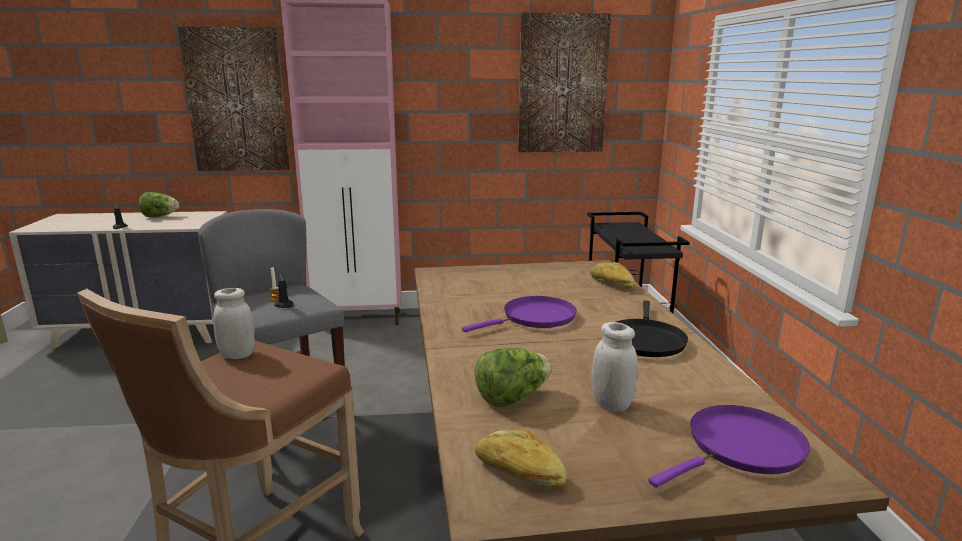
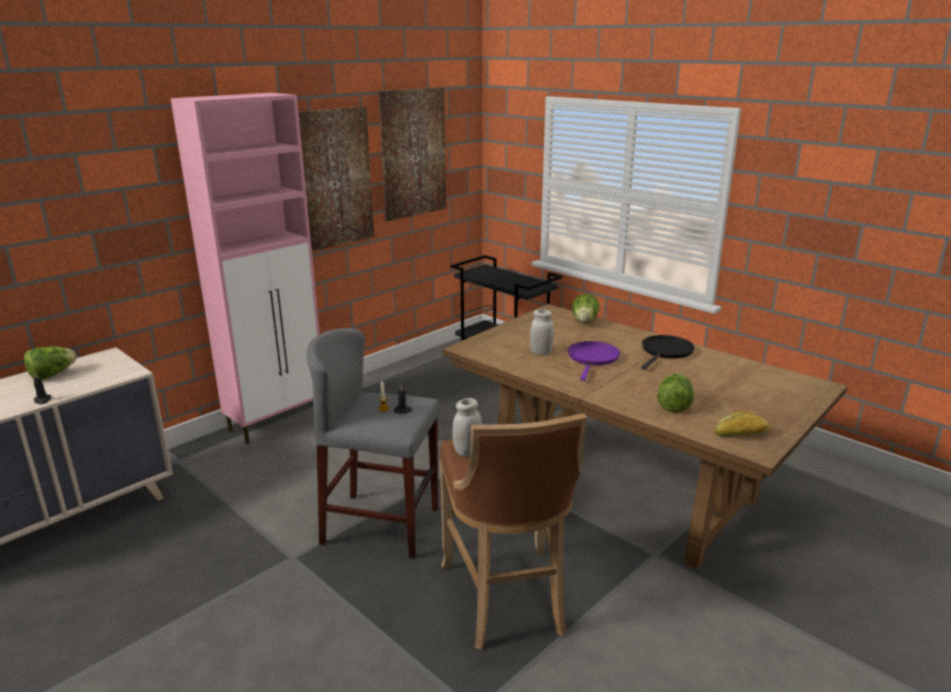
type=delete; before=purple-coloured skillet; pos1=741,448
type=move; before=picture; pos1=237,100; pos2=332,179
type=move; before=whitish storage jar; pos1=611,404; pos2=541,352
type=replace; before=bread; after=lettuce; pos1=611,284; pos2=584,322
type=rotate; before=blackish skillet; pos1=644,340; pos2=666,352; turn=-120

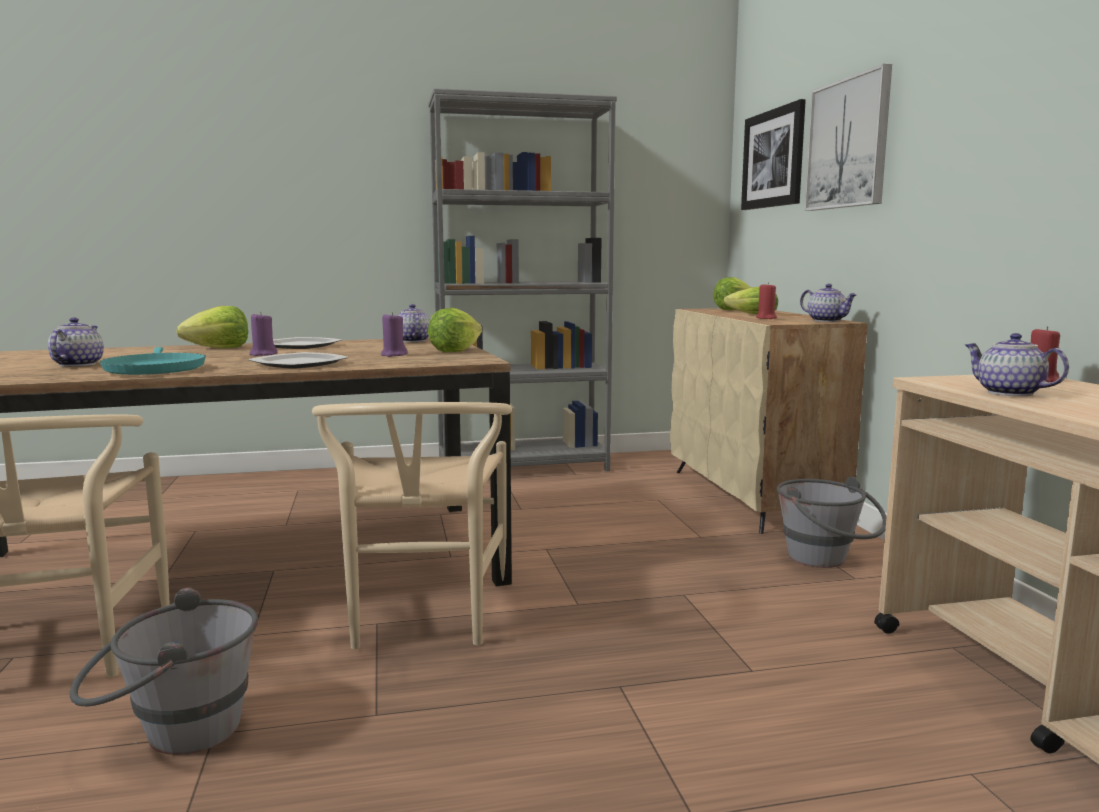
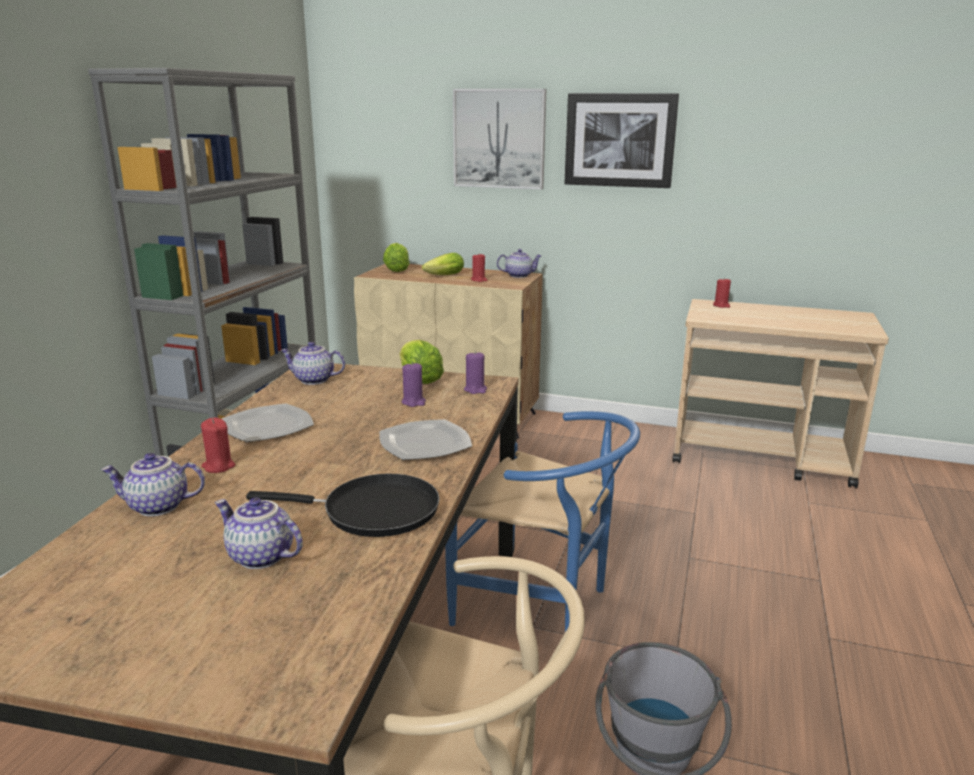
type=delete; before=greyish water bucket; pos1=826,561
type=move; before=purple-coloured wax light; pos1=263,354; pos2=475,389
type=move; before=picture; pos1=773,159; pos2=619,140
type=move; before=tea pot; pos1=1008,393; pos2=157,507
type=replace; before=lettuce; after=red-coloured wax light; pos1=219,348; pos2=218,466
type=recolor; before=turquoise skillet; after=blackish skillet; pos1=155,369; pos2=373,511
type=recolor; before=beige upright chair; after=blue upright chair; pos1=421,619; pos2=543,604

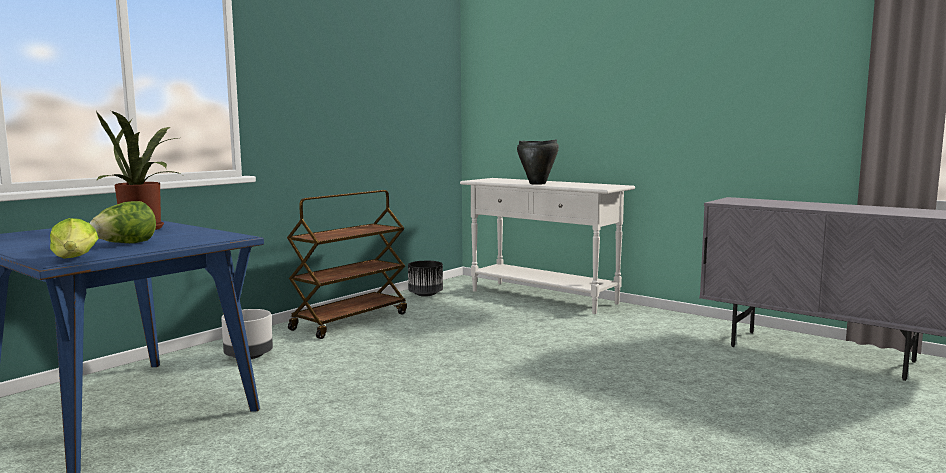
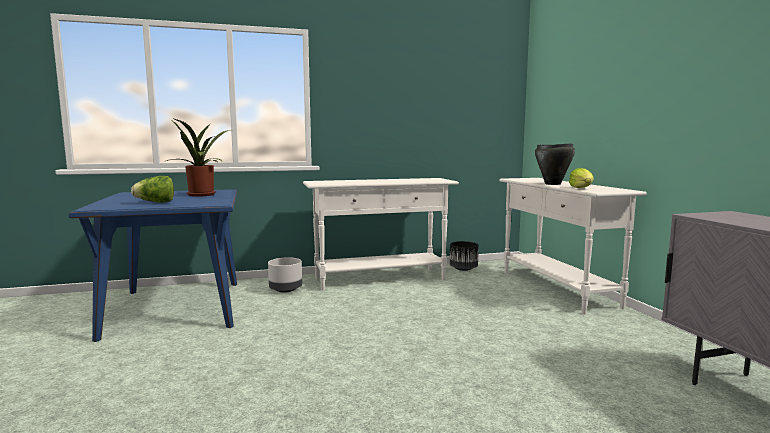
type=move; before=lettuce; pos1=76,259; pos2=582,188
type=replace; before=brown-coloured wheeled cart; after=whitish hall table; pos1=350,321; pos2=380,279

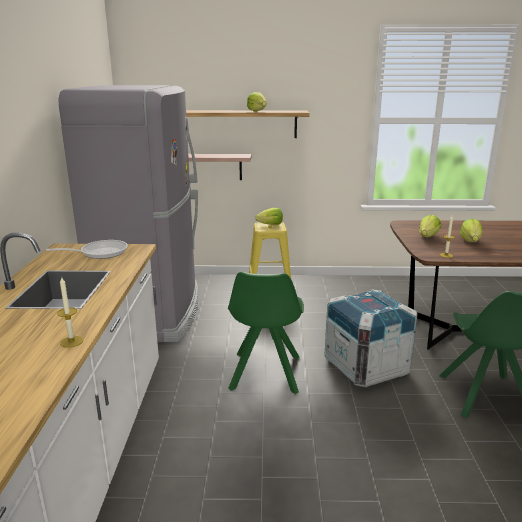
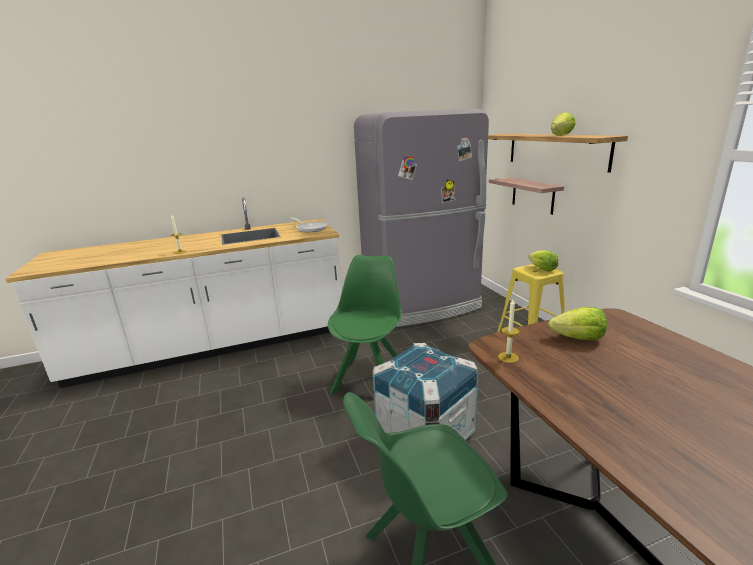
type=delete; before=lettuce; pos1=470,241
type=rotate; before=greenish upright chair; pos1=265,374; pos2=370,377; turn=120

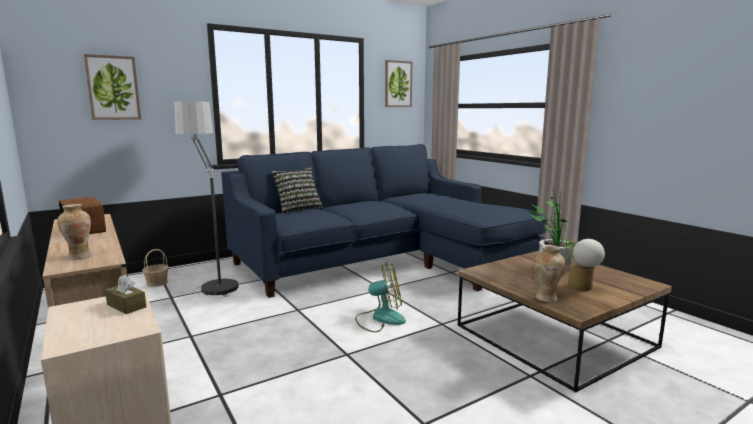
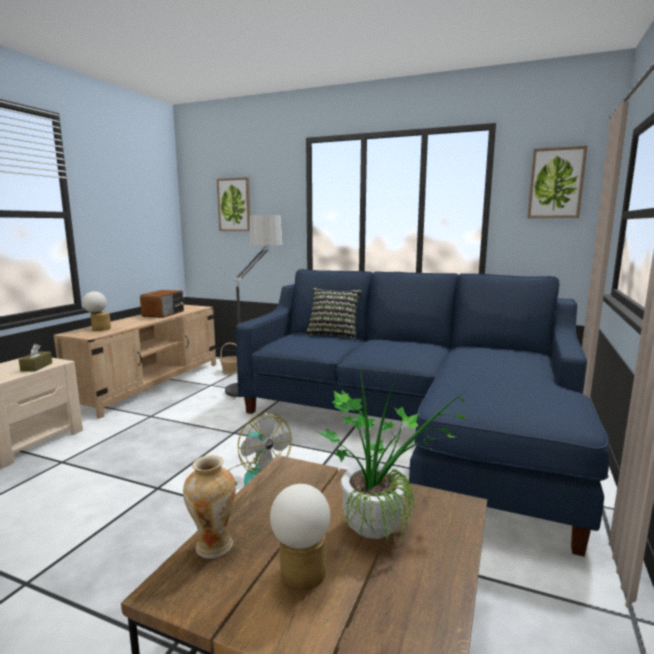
type=replace; before=vase; after=tabletop lamp; pos1=79,256; pos2=98,329

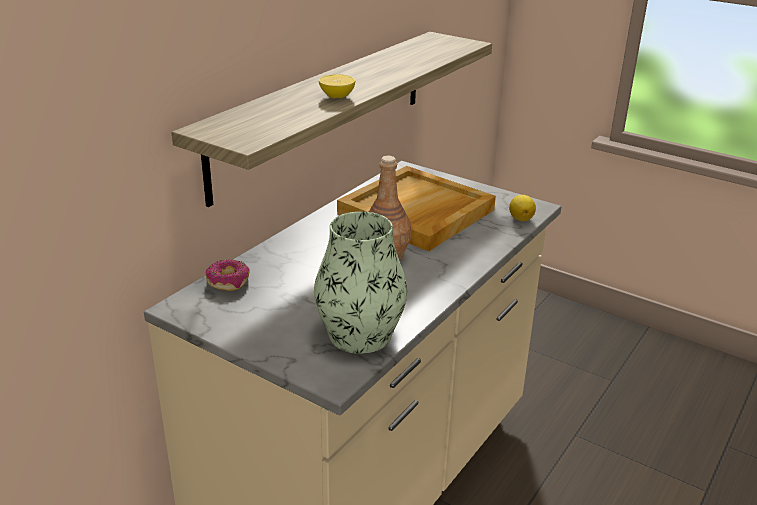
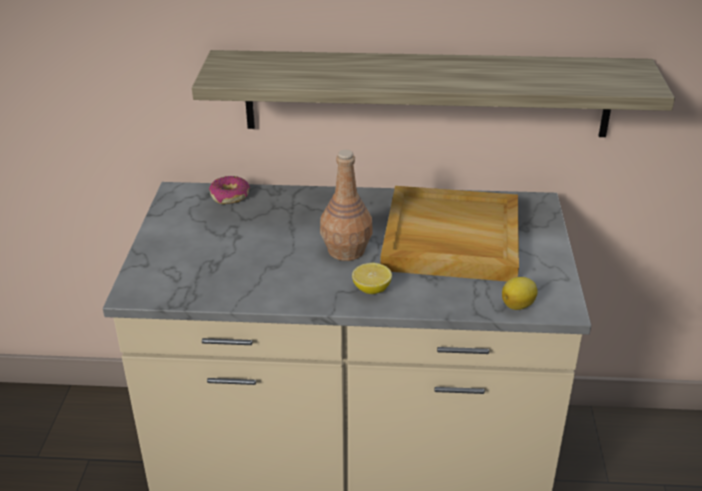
type=delete; before=vase; pos1=360,335
type=move; before=whole lemon; pos1=337,97; pos2=371,289

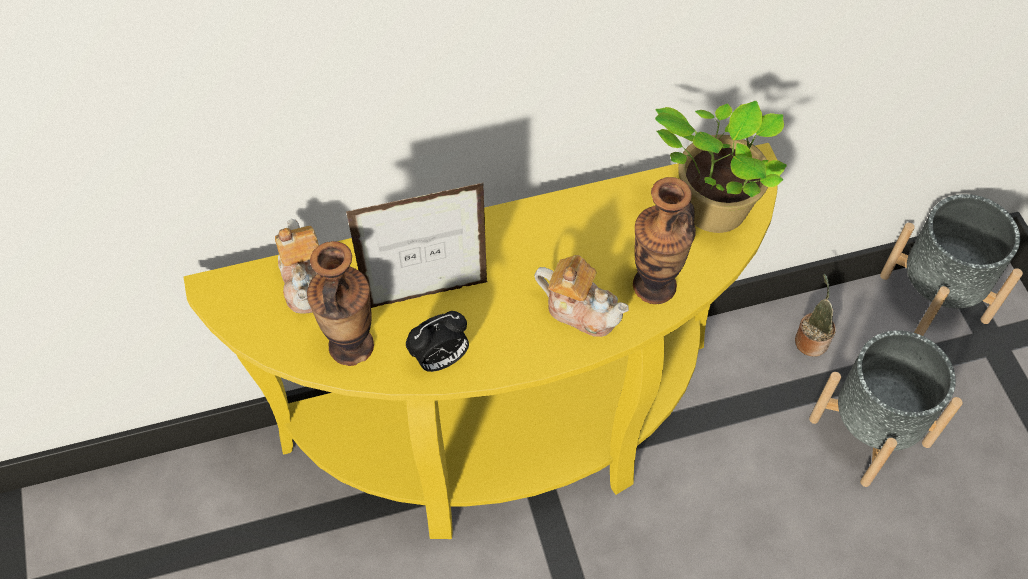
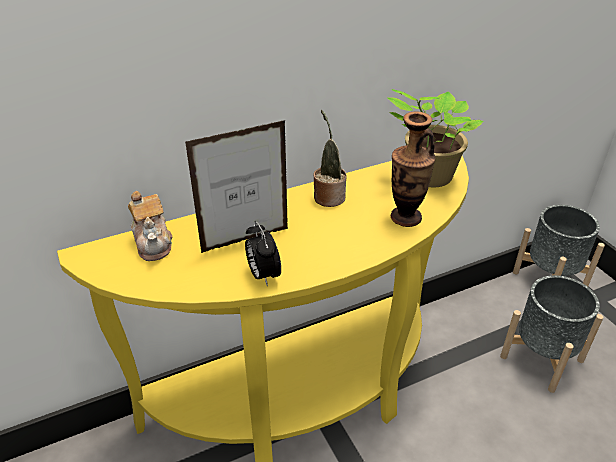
type=delete; before=vase; pos1=351,346
type=delete; before=tea pot; pos1=581,309
type=move; before=potted plant; pos1=810,339; pos2=328,196
type=rotate; before=table clock; pos1=440,359; pos2=263,275; turn=105

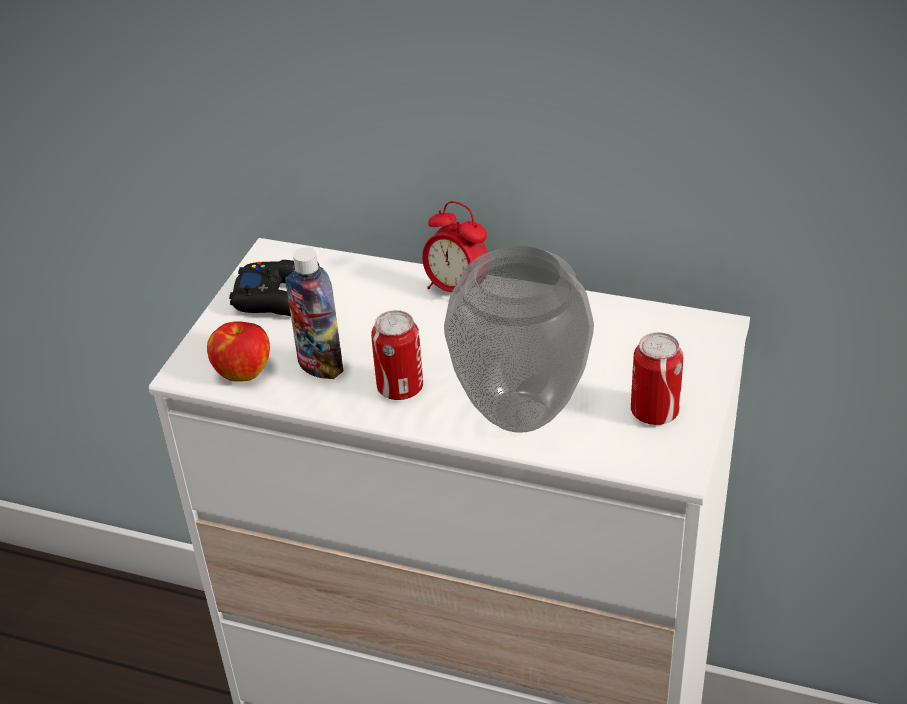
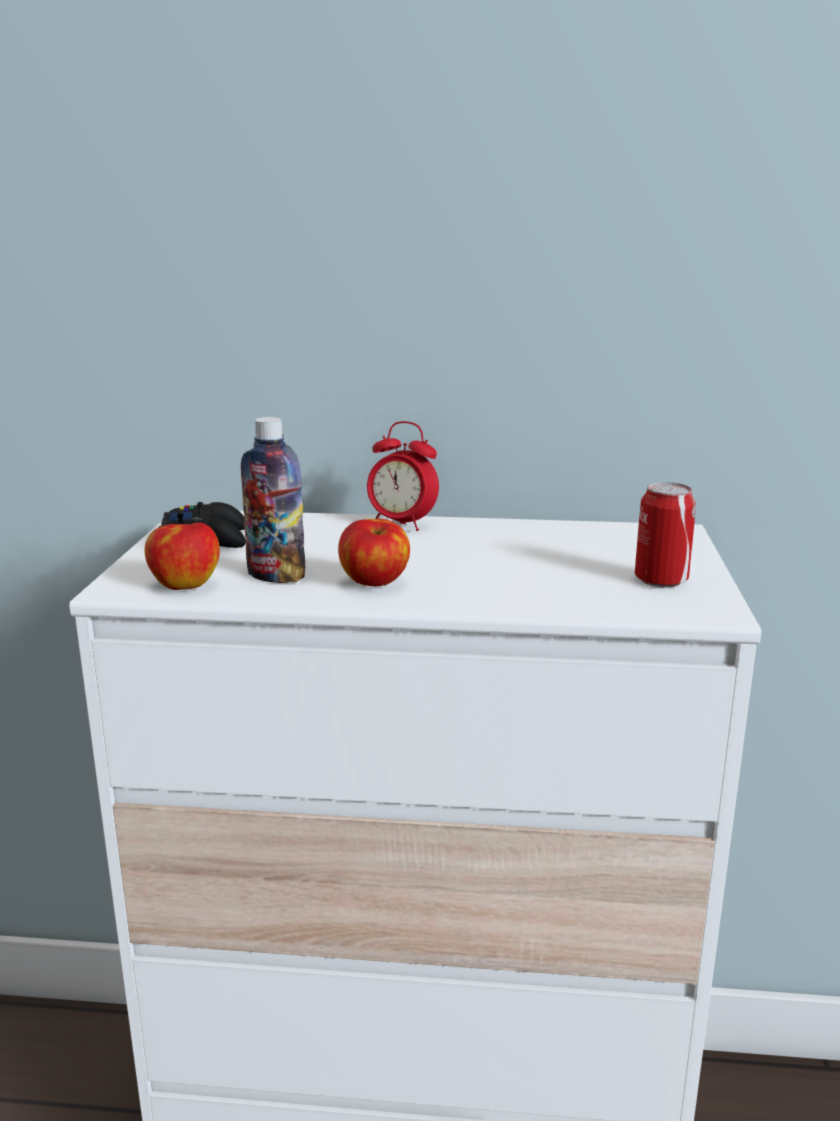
type=delete; before=vase; pos1=521,411
type=replace; before=can; after=apple; pos1=400,388; pos2=375,583

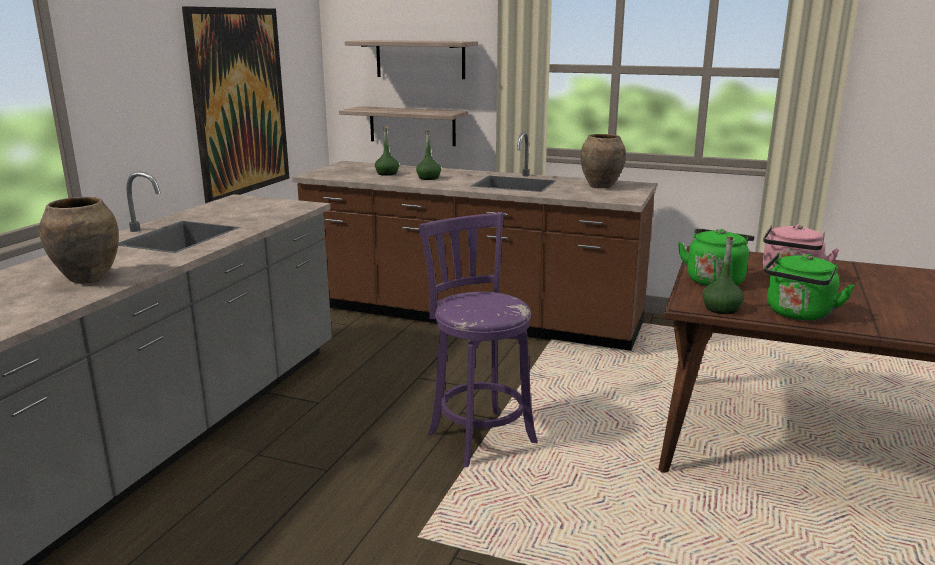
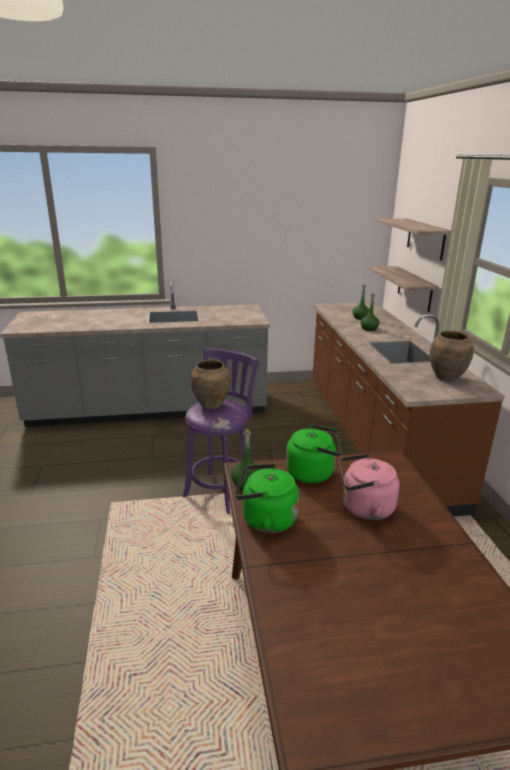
type=delete; before=picture; pos1=240,102
type=move; before=brown-coloured vase; pos1=89,278; pos2=211,405

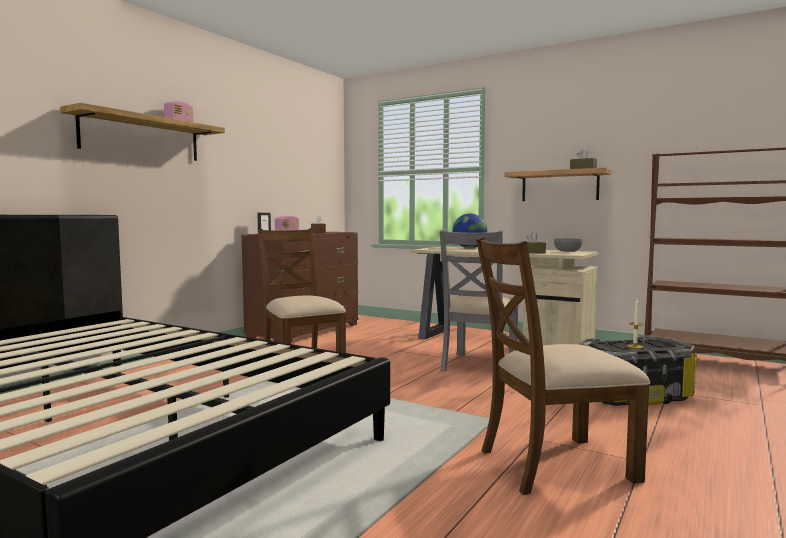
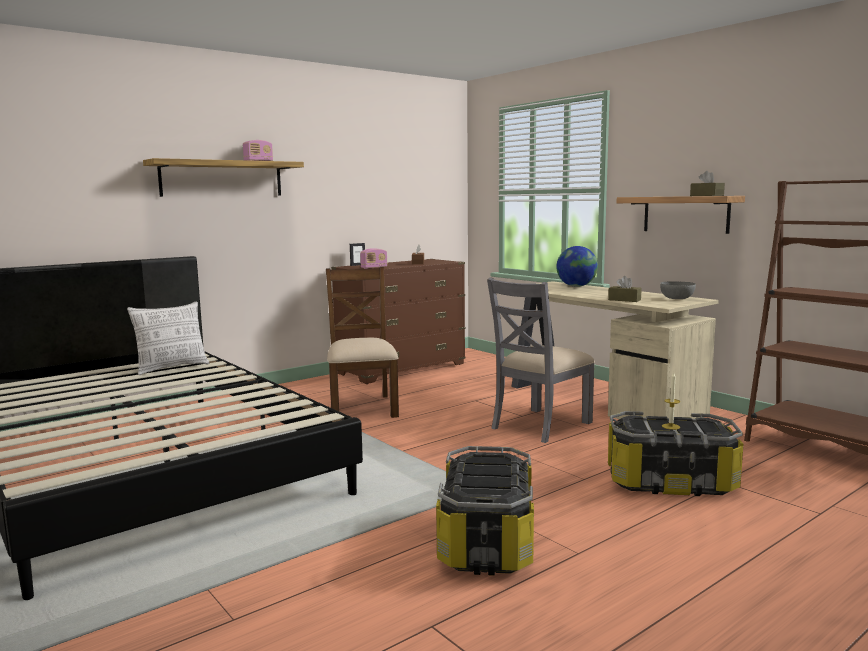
type=insert; after=cushion; pos2=172,368
type=replace; before=brown-coloured upright chair; after=storage bin; pos1=554,464; pos2=485,542

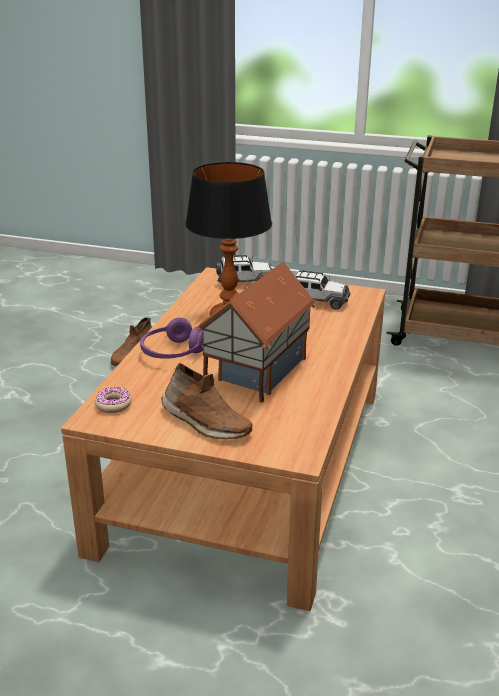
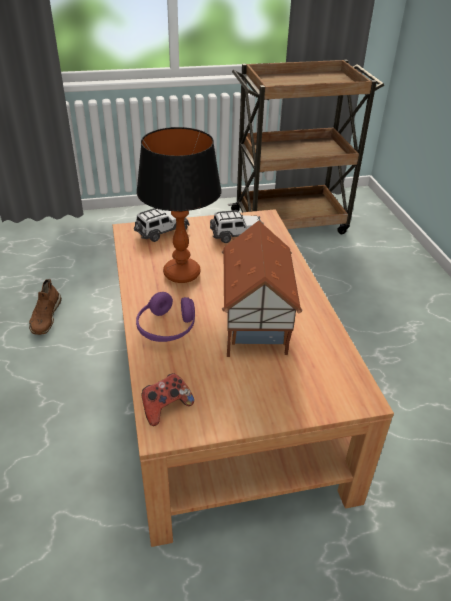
type=delete; before=brown-coloured item of footwear; pos1=204,423
type=replace; before=ring doughnut; after=joypad; pos1=113,405; pos2=166,408

